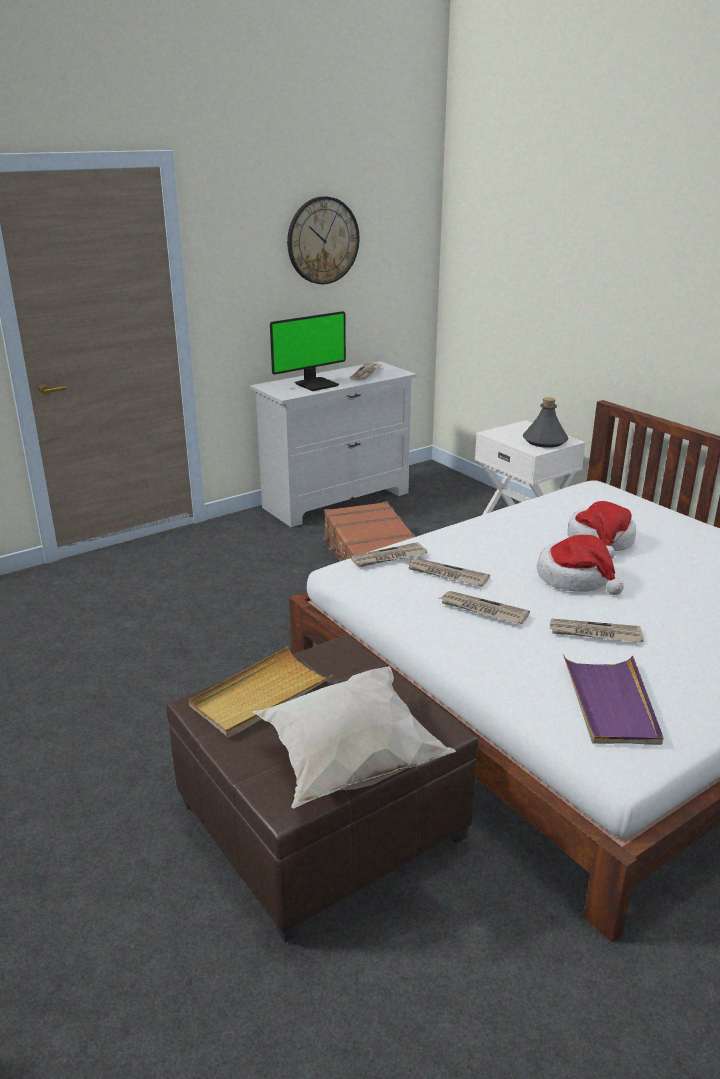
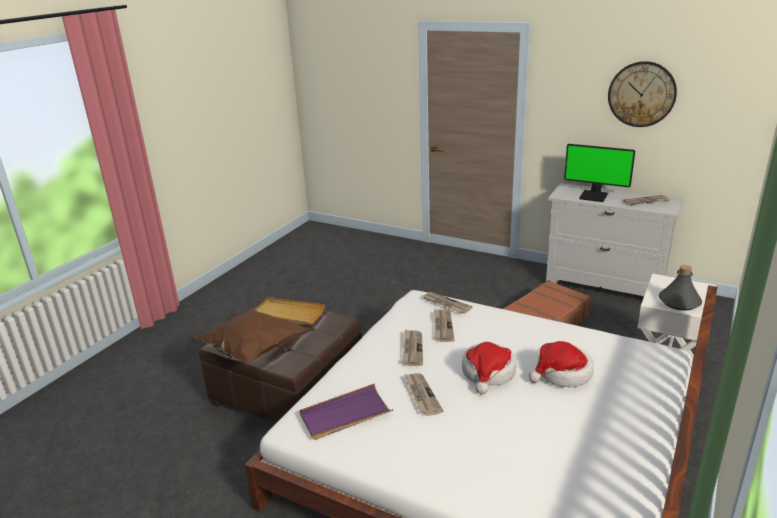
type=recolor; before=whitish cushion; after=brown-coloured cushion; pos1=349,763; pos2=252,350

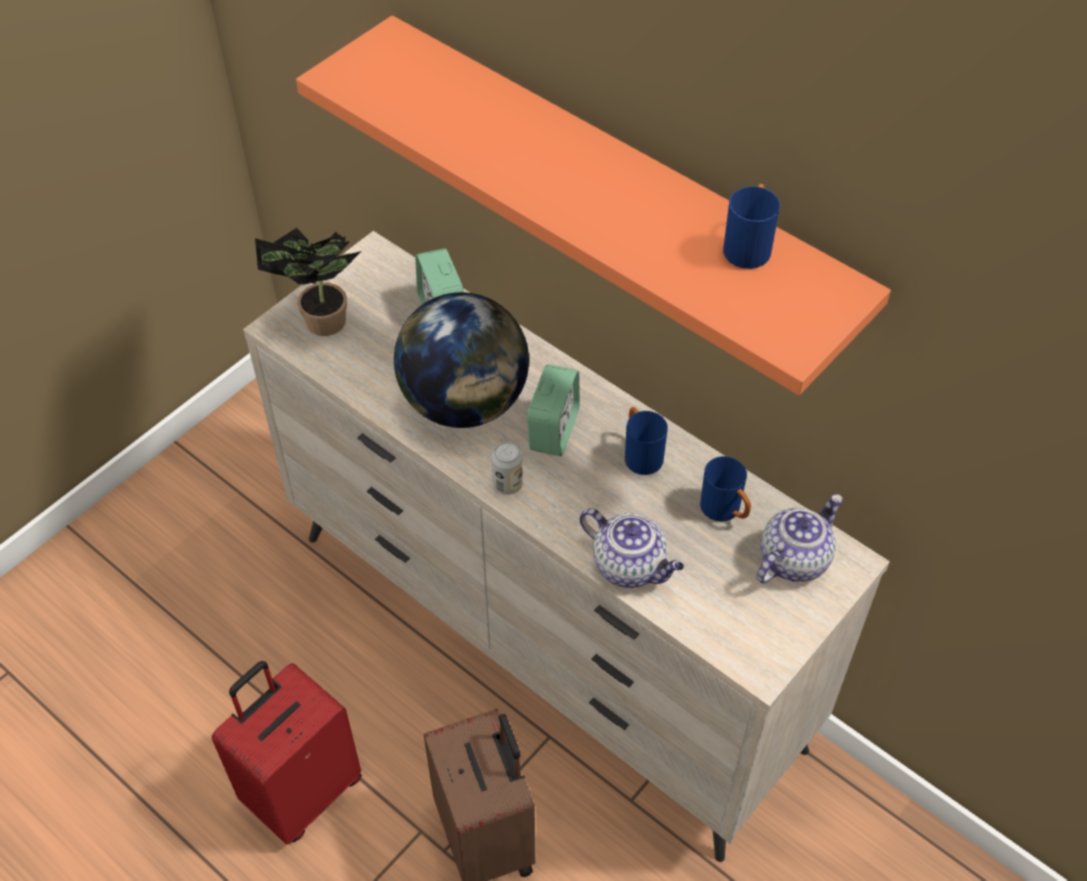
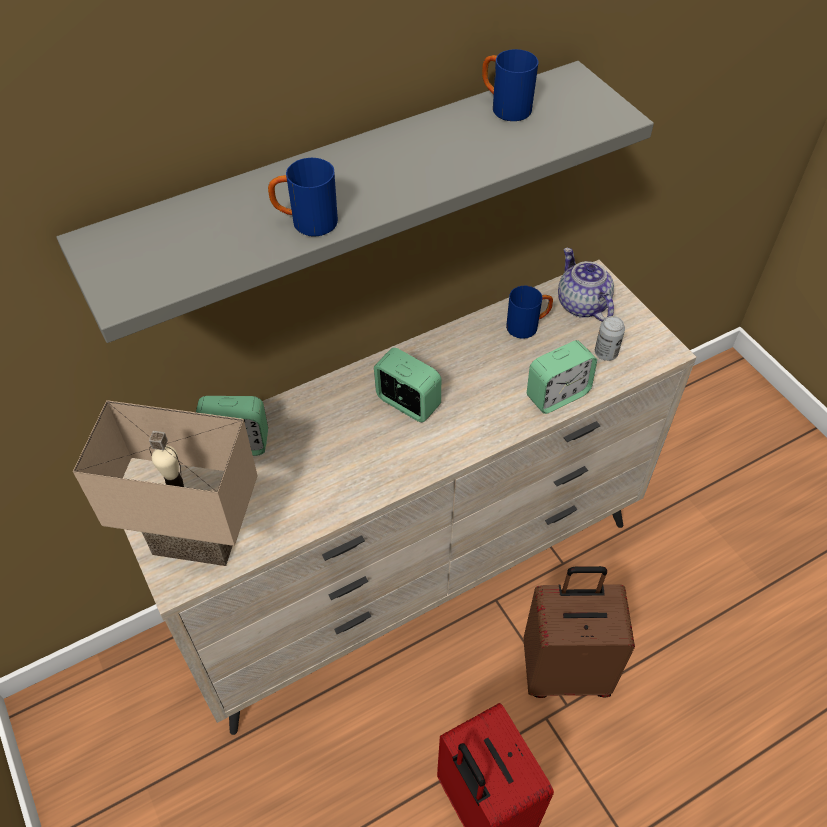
type=delete; before=desk globe; pos1=464,403
type=move; before=can; pos1=507,484; pos2=606,353
type=move; before=blue coffee mug; pos1=640,453; pos2=306,223
type=replace; before=potted plant; after=beige tabletop lamp; pos1=319,323; pos2=193,543
type=replace; before=tea pot; after=table clock; pos1=630,566; pos2=557,395
type=recolor; before=orangey bracket shelf; after=greyish bracket shelf; pos1=616,185; pos2=345,184

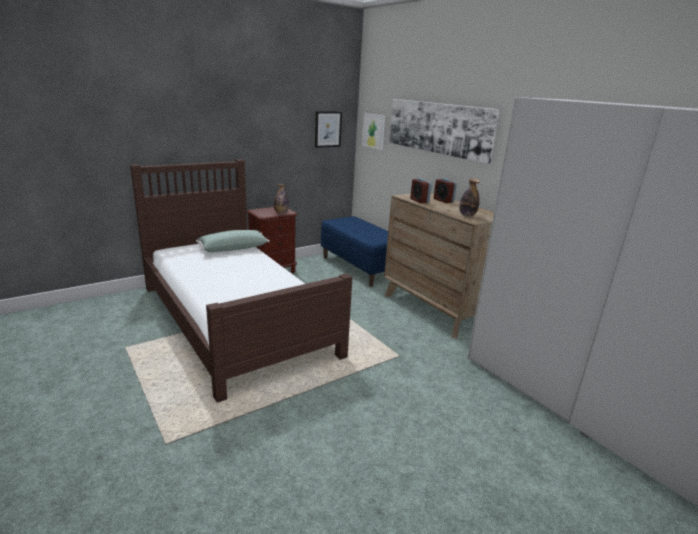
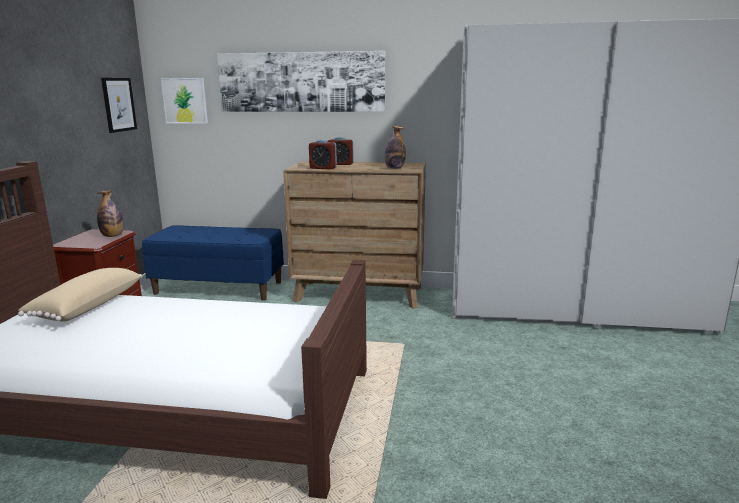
type=recolor; before=greenish cushion; after=beige cushion; pos1=233,248; pos2=86,306

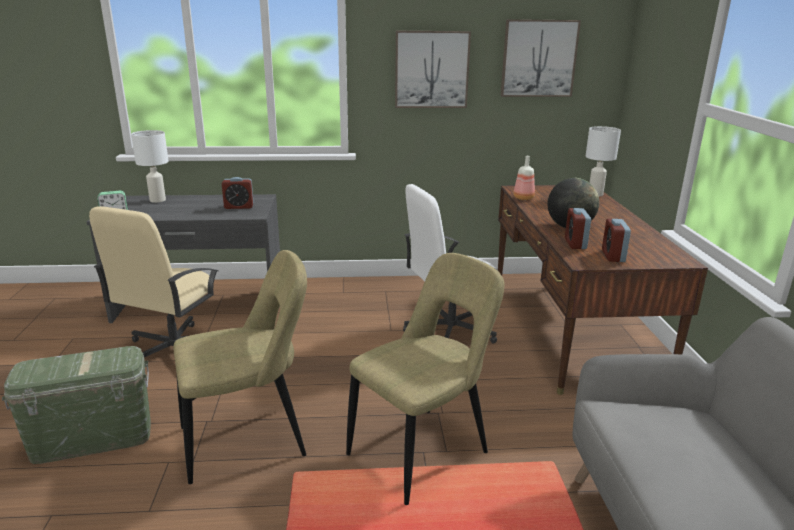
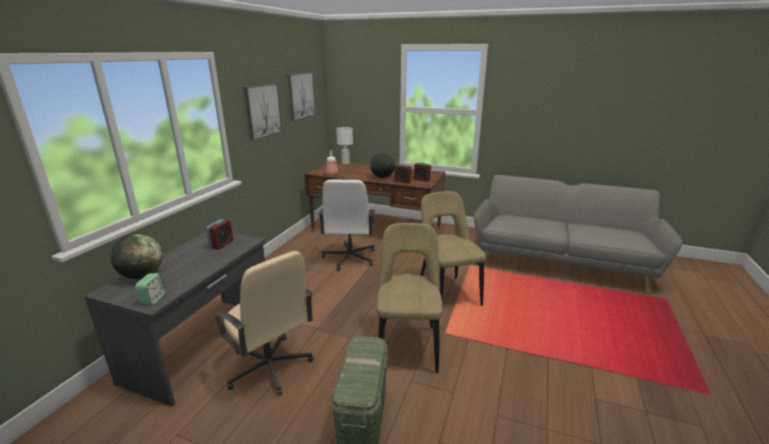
type=replace; before=whitish tabletop lamp; after=desk globe; pos1=157,200; pos2=142,275

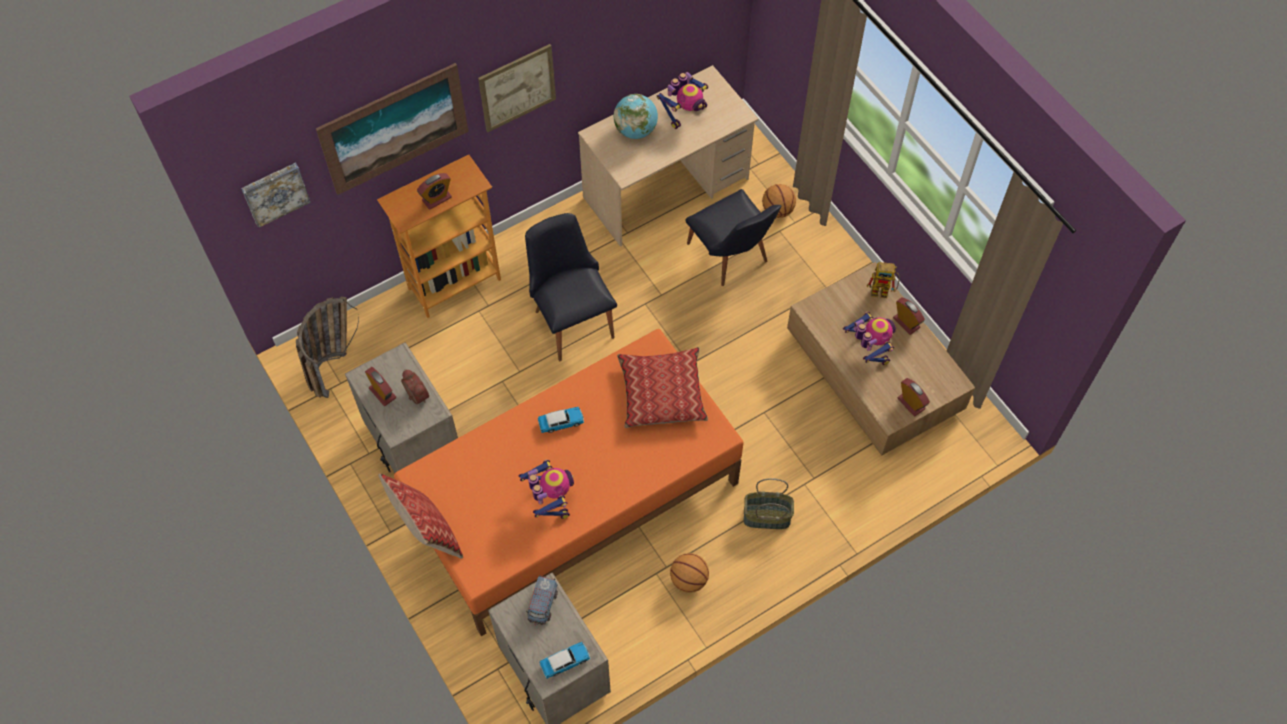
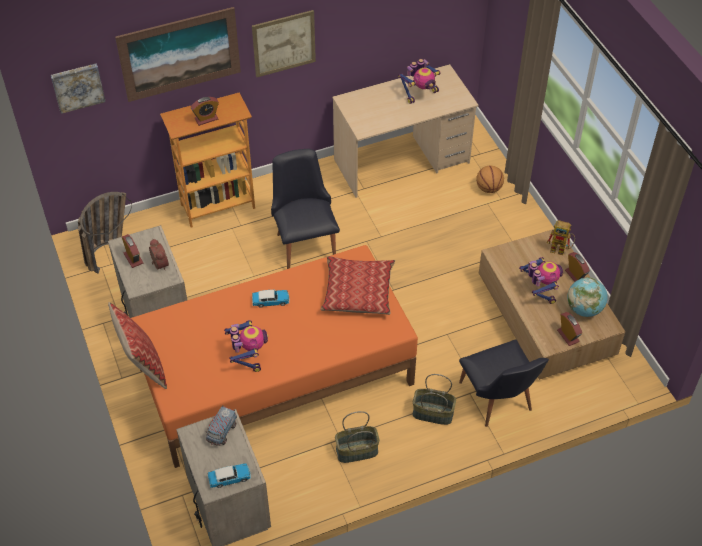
type=move; before=desk globe; pos1=635,130; pos2=584,309
type=move; before=blackish upright chair; pos1=731,258; pos2=498,402
type=replace; before=basketball ball; after=household basket; pos1=688,580; pos2=356,451

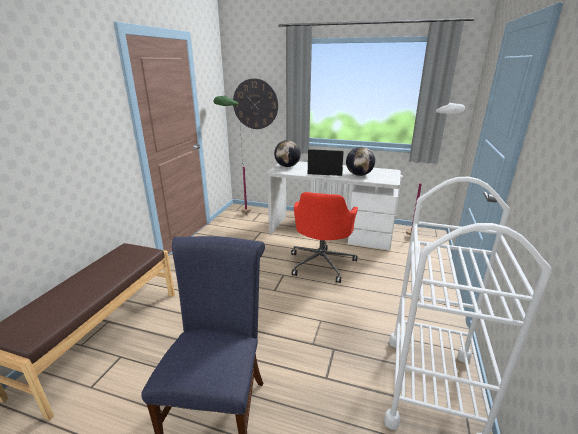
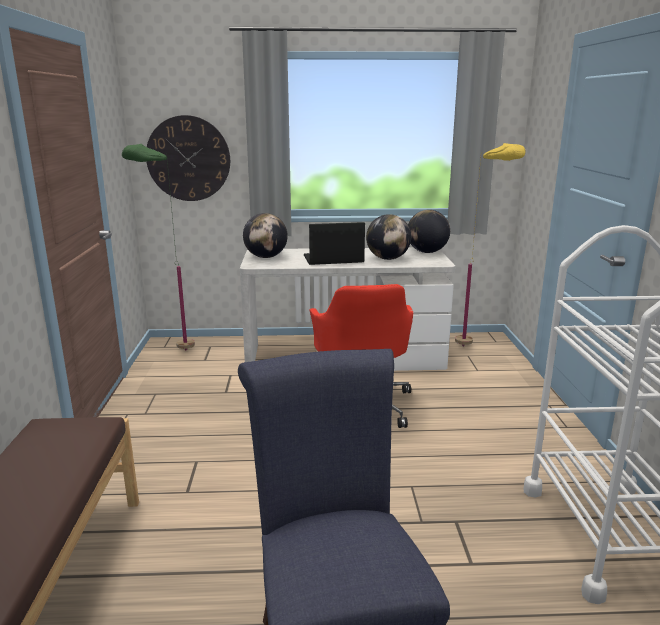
type=insert; after=desk globe; pos2=427,252
type=recolor; before=whitish standard lamp; after=yellowish standard lamp; pos1=420,239; pos2=478,349

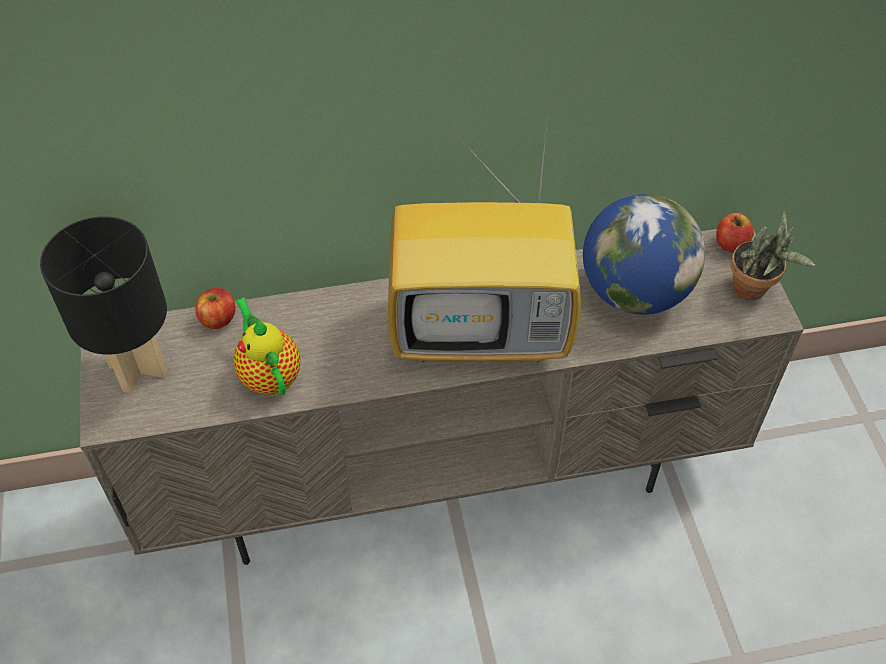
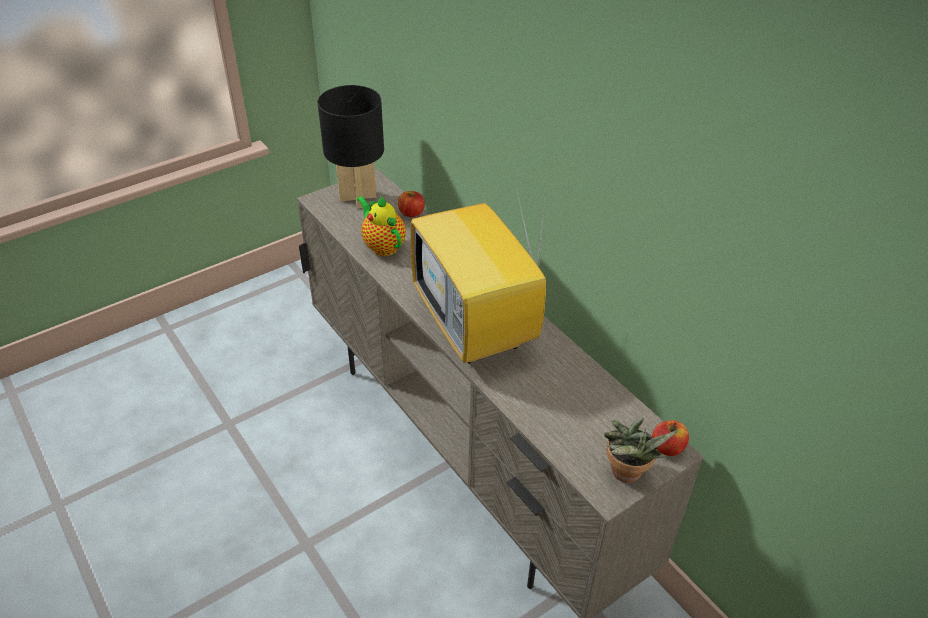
type=delete; before=desk globe; pos1=634,292
type=rotate; before=tea pot; pos1=269,374; pos2=382,246; turn=-75

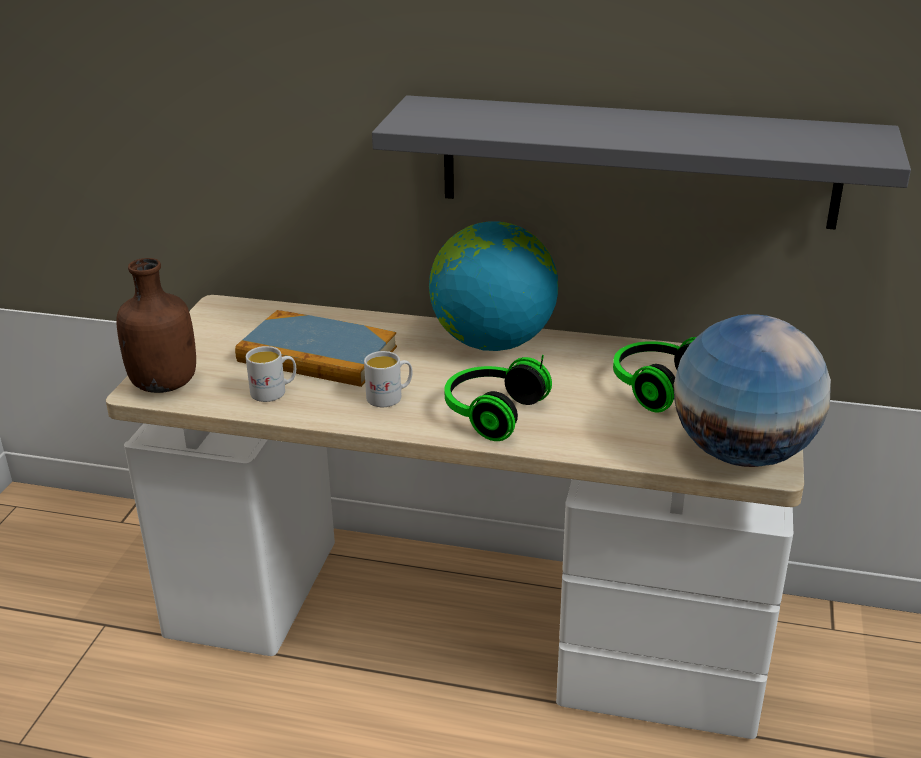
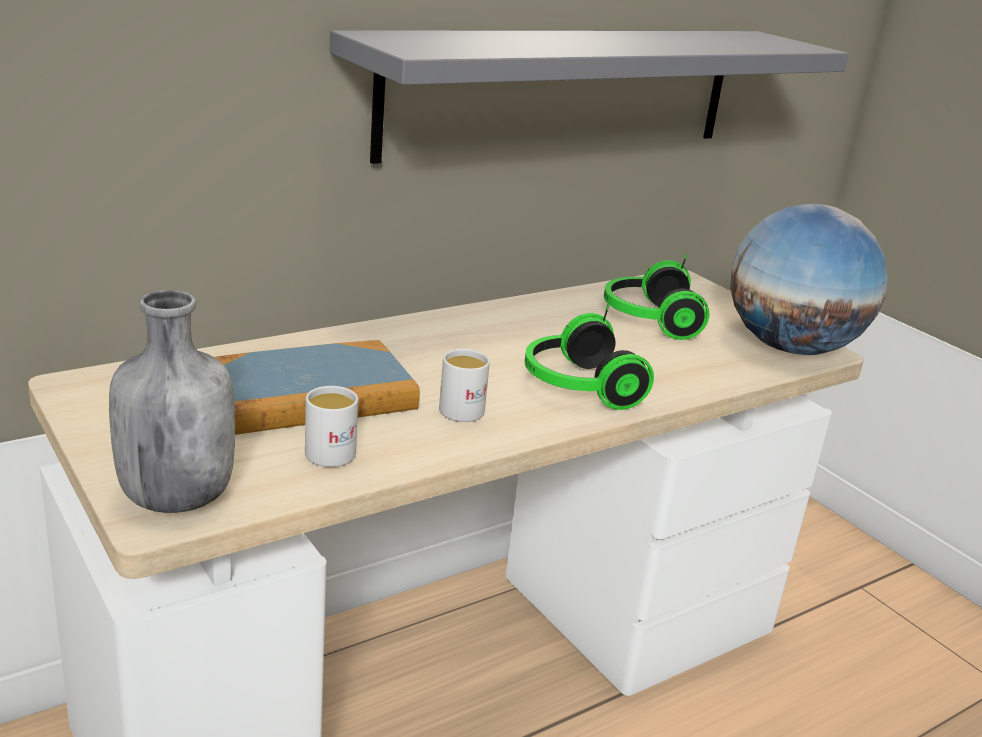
type=delete; before=desk globe; pos1=493,342
type=recolor; before=brown-coloured beverage bottle; after=greyish beverage bottle; pos1=165,384; pos2=176,496

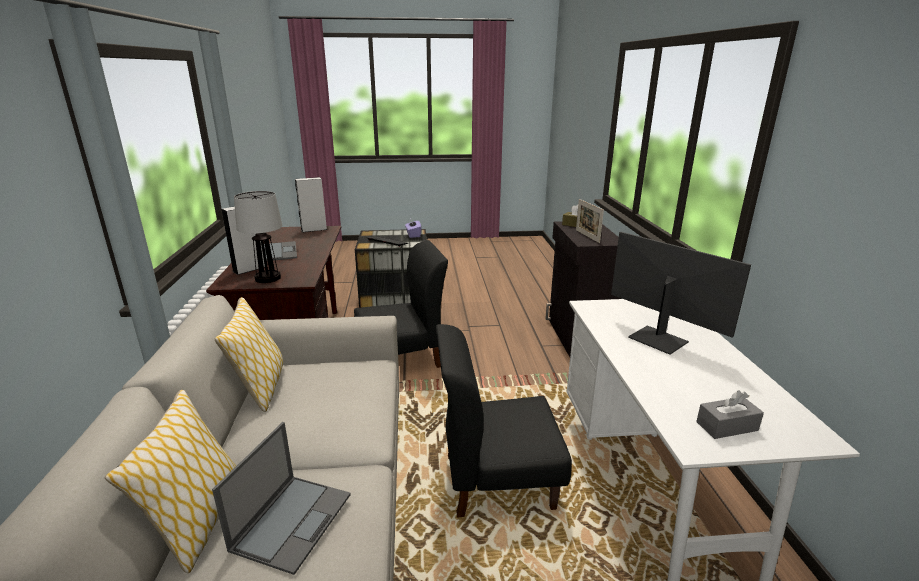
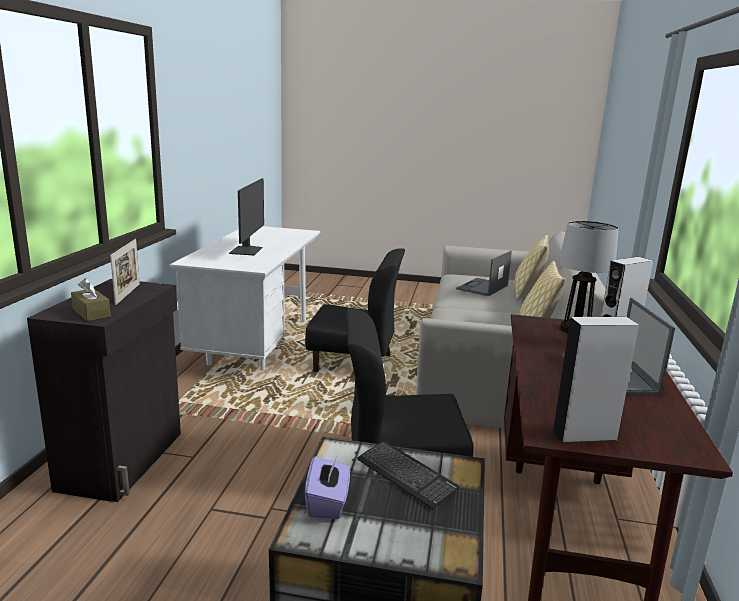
type=delete; before=greyish box of tissues; pos1=727,426
type=rotate; before=monitor; pos1=658,339; pos2=247,250; turn=-150

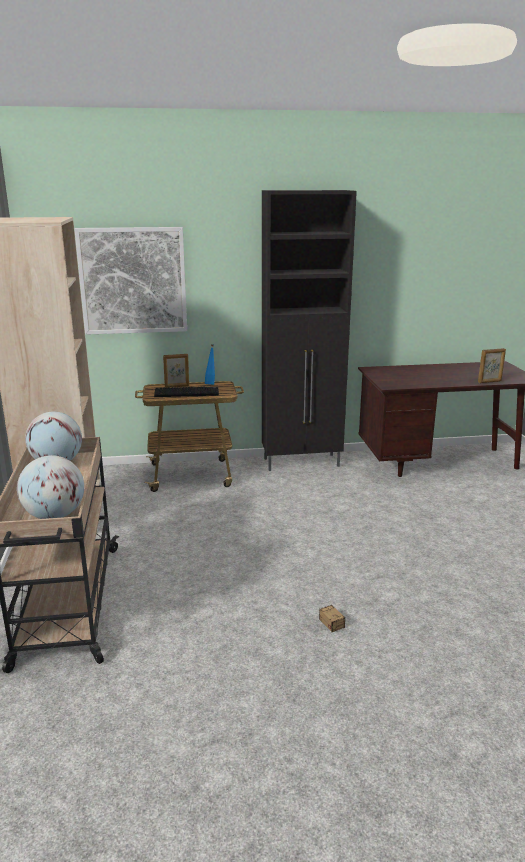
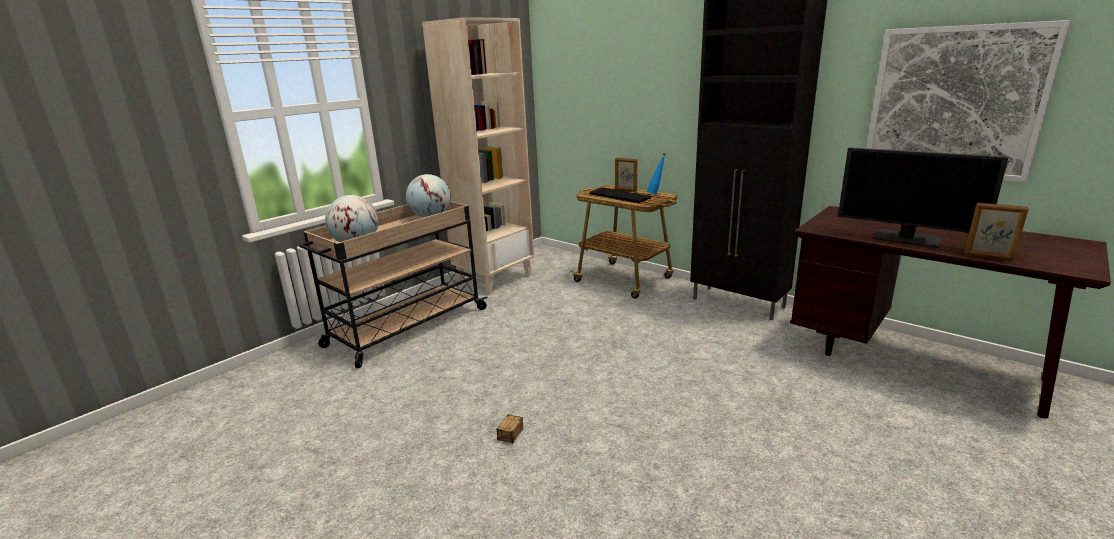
type=insert; after=monitor; pos2=907,238
type=move; before=picture; pos1=133,281; pos2=954,102

